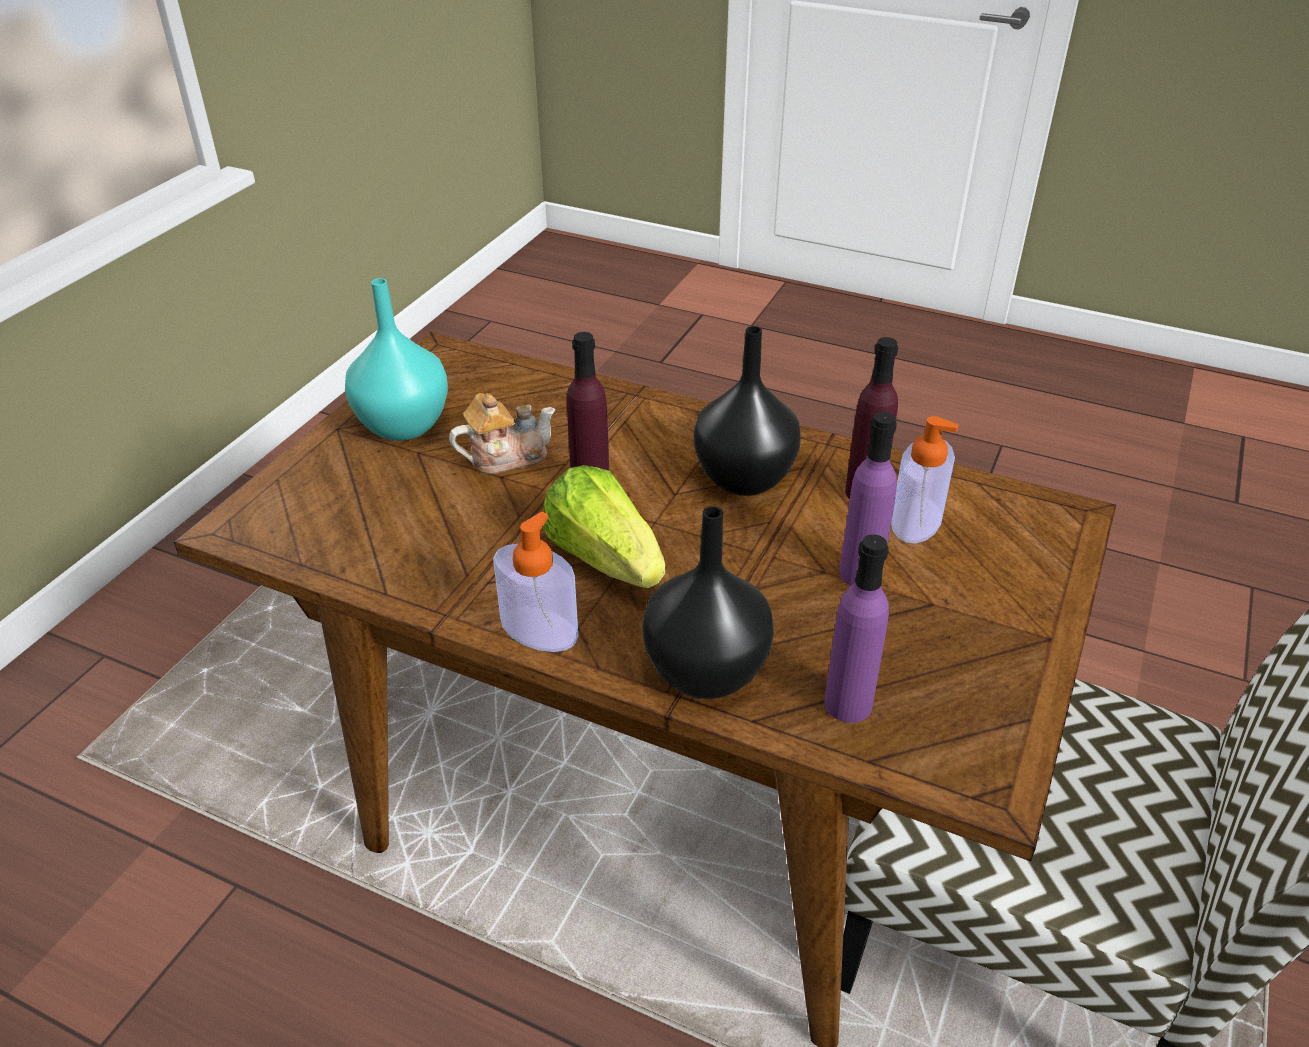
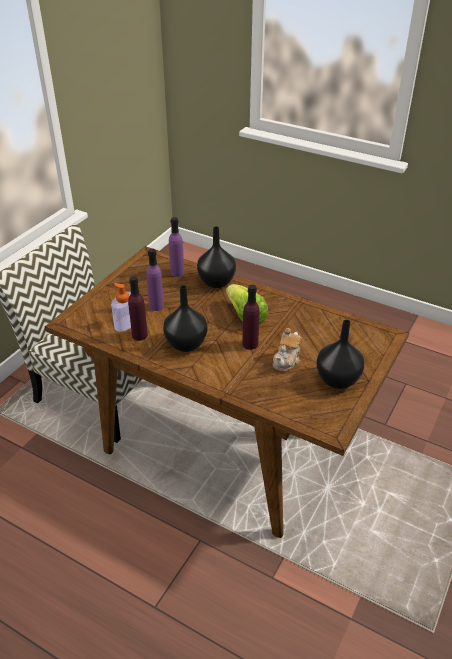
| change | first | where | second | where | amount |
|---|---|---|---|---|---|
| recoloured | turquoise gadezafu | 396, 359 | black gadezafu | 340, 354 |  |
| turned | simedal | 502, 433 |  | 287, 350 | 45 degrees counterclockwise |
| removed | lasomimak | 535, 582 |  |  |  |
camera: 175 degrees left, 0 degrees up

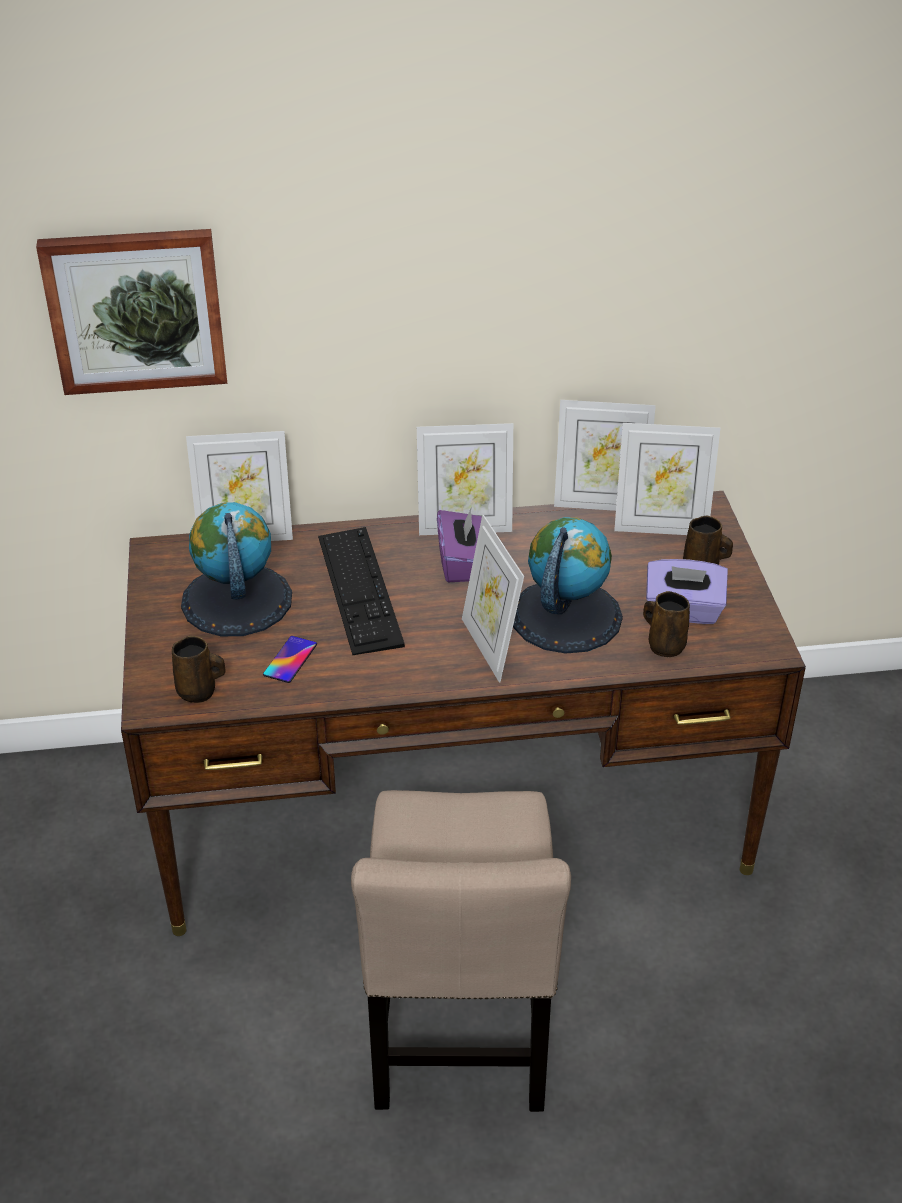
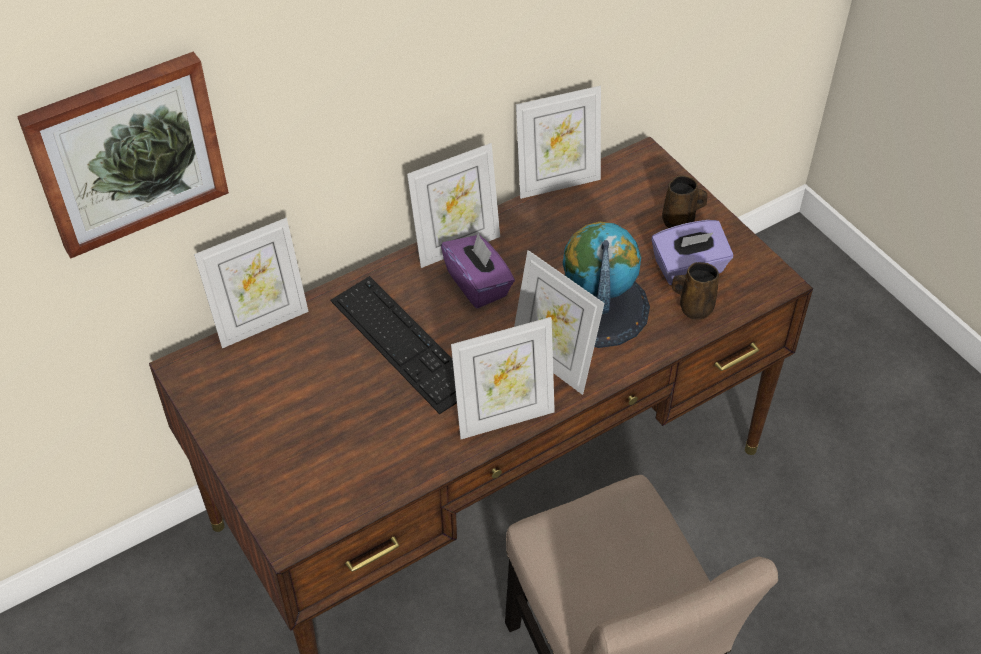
| change | first | where | second | where | amount |
|---|---|---|---|---|---|
| removed | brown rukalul | 199, 669 |  |  |  |
| removed | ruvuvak | 236, 569 |  |  |  |
| removed | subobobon | 290, 659 |  |  |  |
| moved | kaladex | 667, 479 |  | 503, 378 |  |
camera: 25 degrees left, 10 degrees up

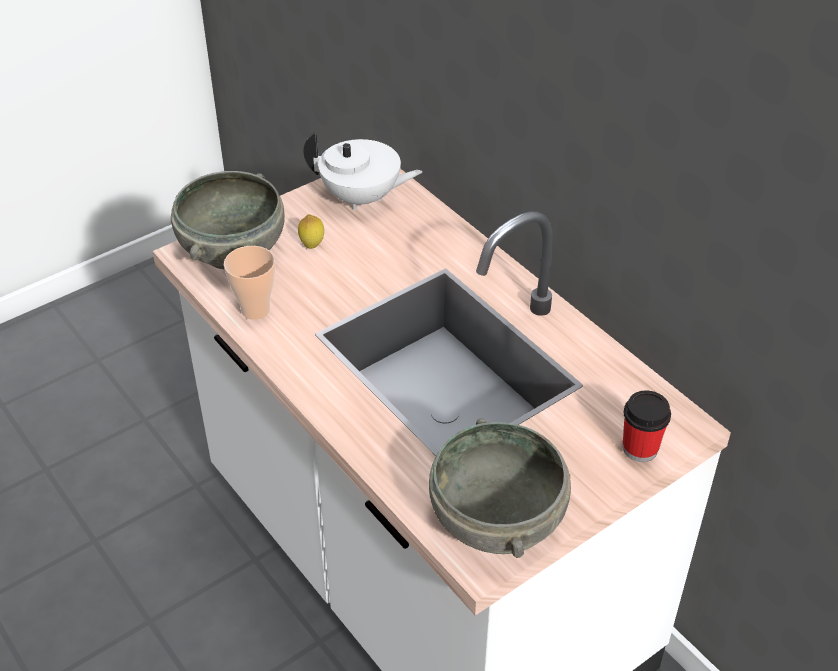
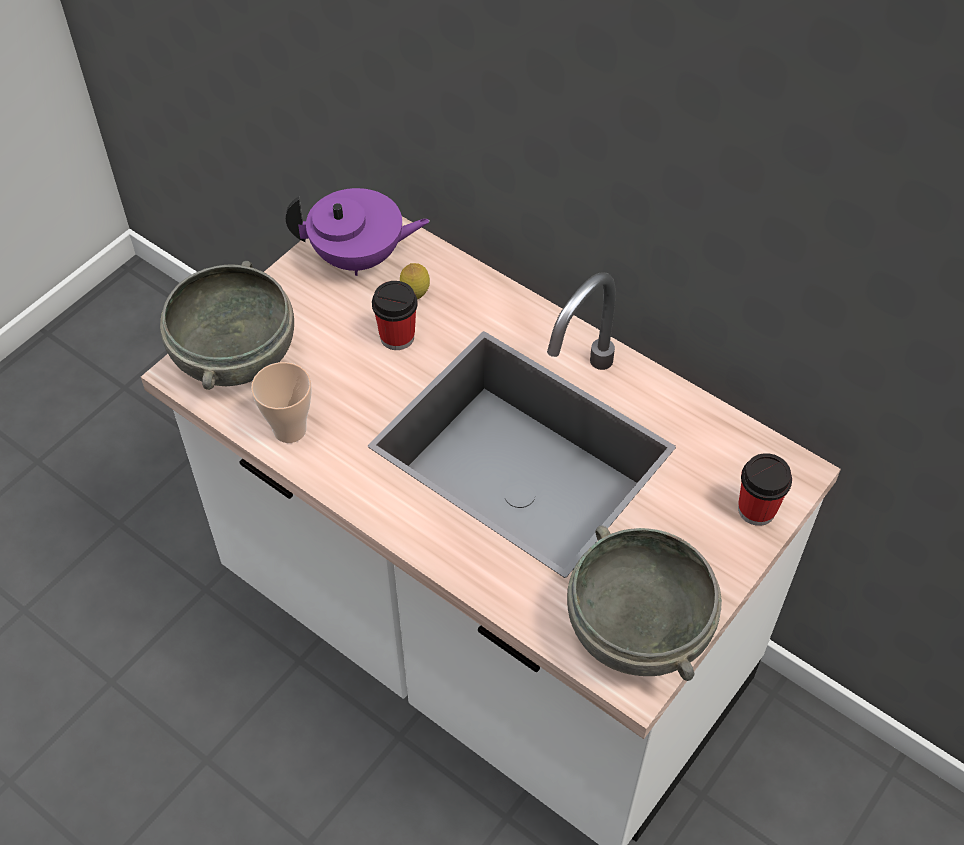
| change | first | where | second | where | amount |
|---|---|---|---|---|---|
| moved | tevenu | 311, 231 |  | 415, 281 |  |
| recoloured | white simedal | 363, 171 | purple simedal | 358, 232 |  |
| added |  |  | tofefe | 395, 315 |  |
camera: 15 degrees left, 10 degrees up

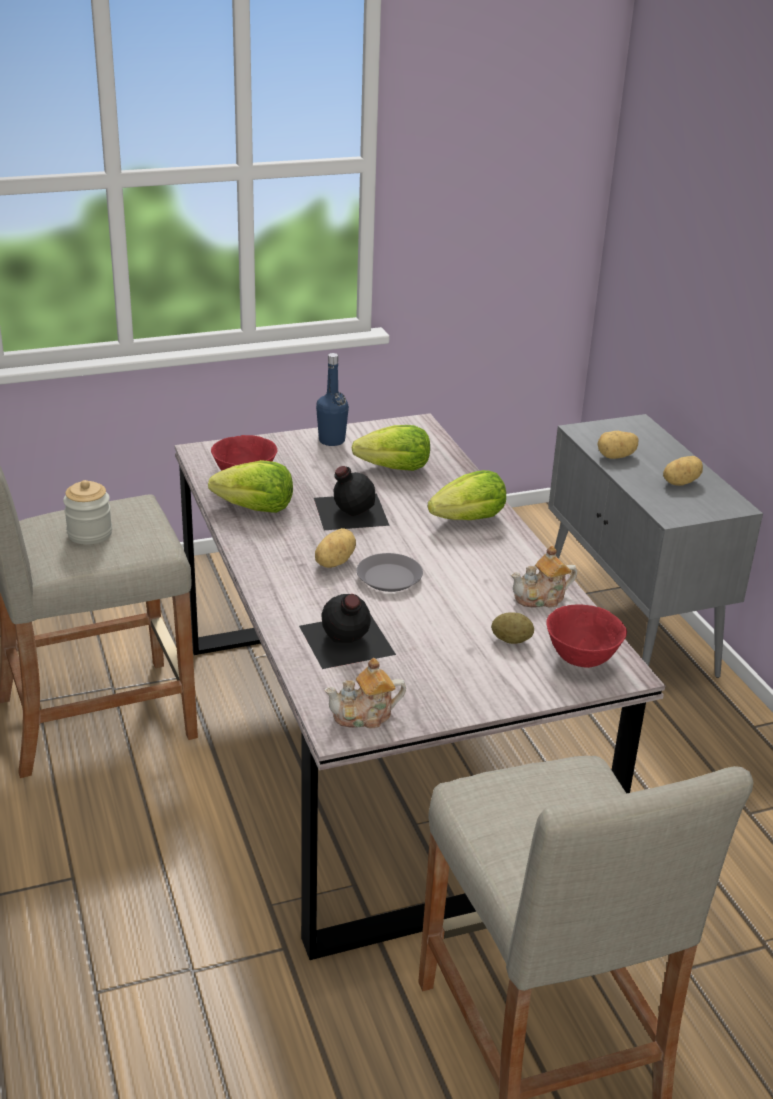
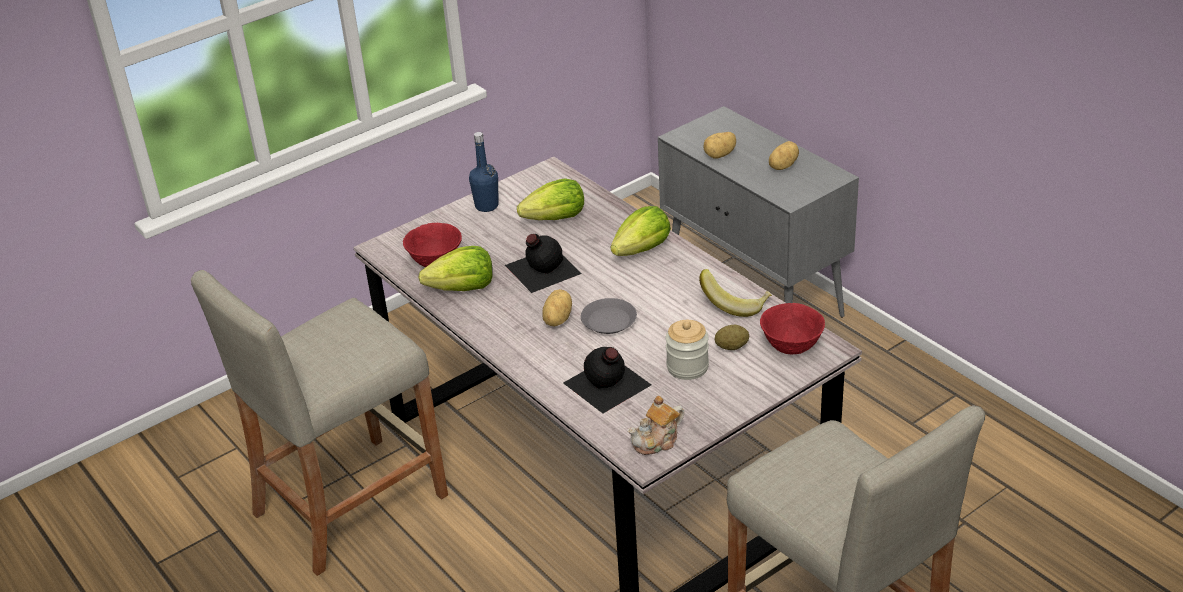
| change | first | where | second | where | amount |
|---|---|---|---|---|---|
| moved | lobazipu | 87, 512 |  | 687, 350 |  |
| replaced | simedal | 544, 577 | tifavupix | 735, 293 |  |
camera: 15 degrees left, 5 degrees up

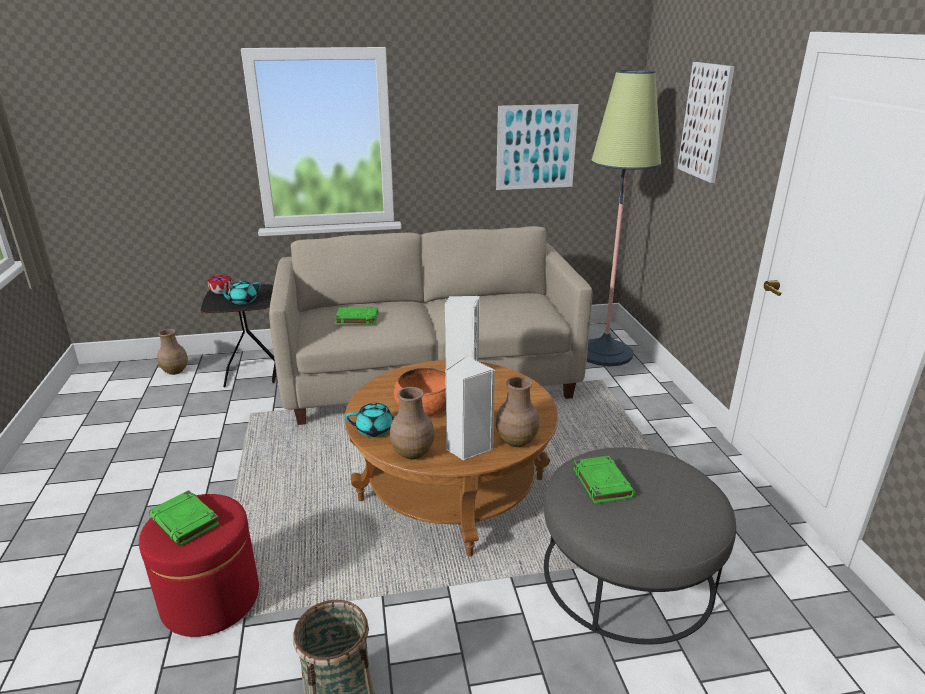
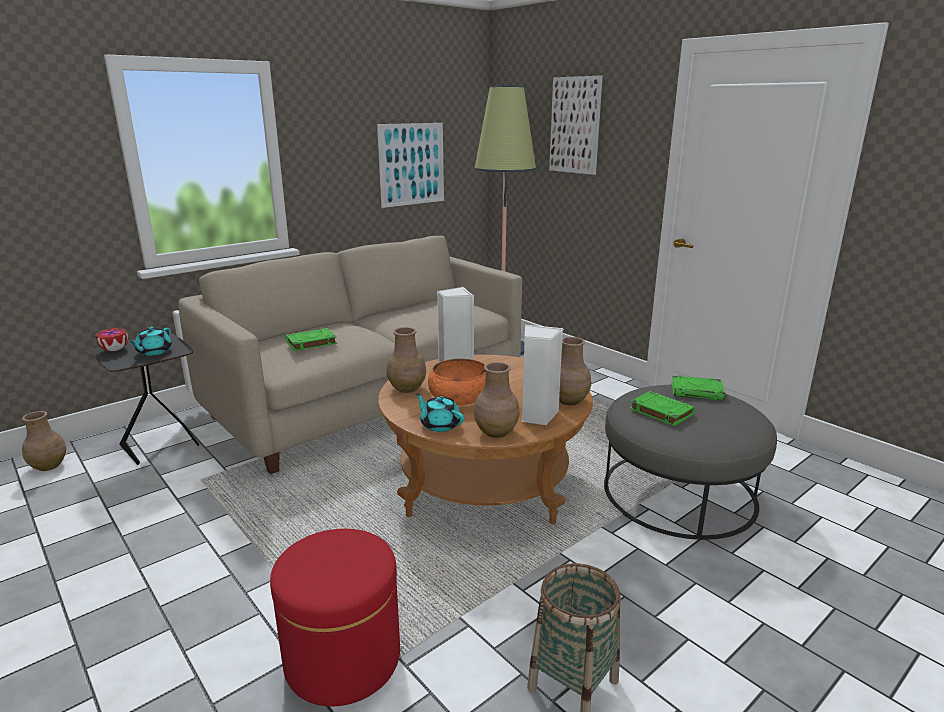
| change | first | where | second | where | amount |
|---|---|---|---|---|---|
| moved | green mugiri | 184, 518 |  | 699, 388 |  |
| turned | turquoise simedal | 370, 420 |  | 439, 413 | 105 degrees counterclockwise |
| added |  |  | brown gadezafu | 406, 360 |  |
camera: 30 degrees left, 5 degrees down

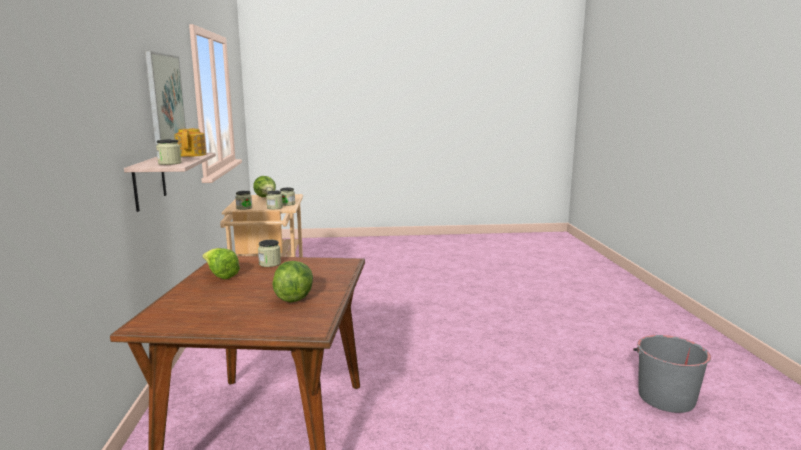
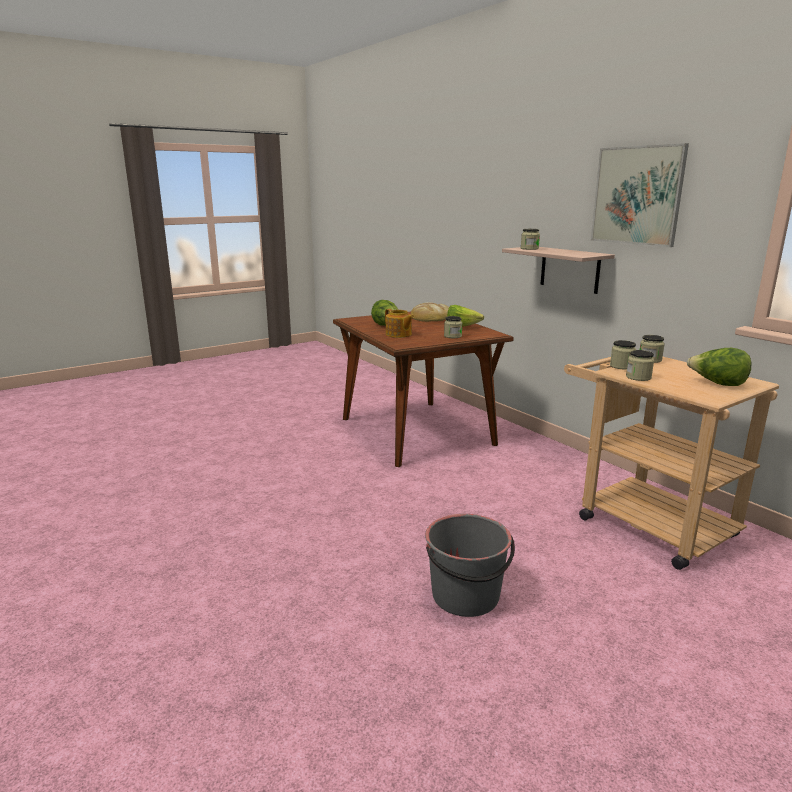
| change | first | where | second | where | amount |
|---|---|---|---|---|---|
| moved | simedal | 190, 142 |  | 399, 323 |  |
| moved | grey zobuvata | 672, 374 |  | 470, 565 |  |
| added |  |  | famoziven | 430, 312 |  |
camera: 150 degrees right, 5 degrees up

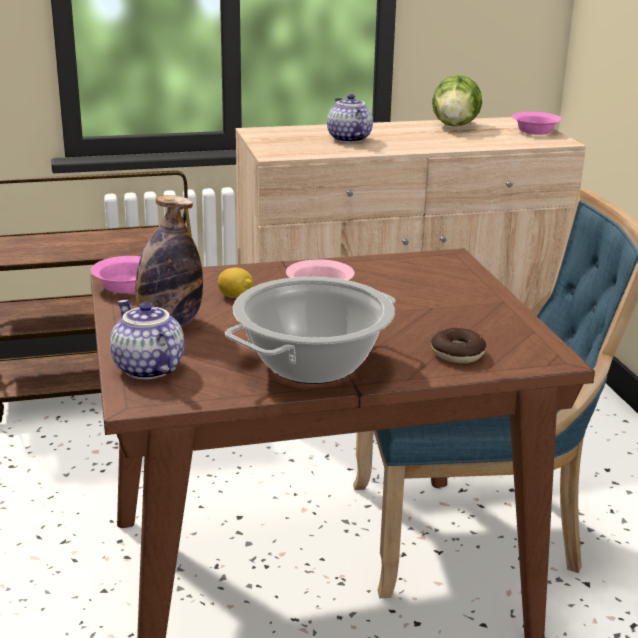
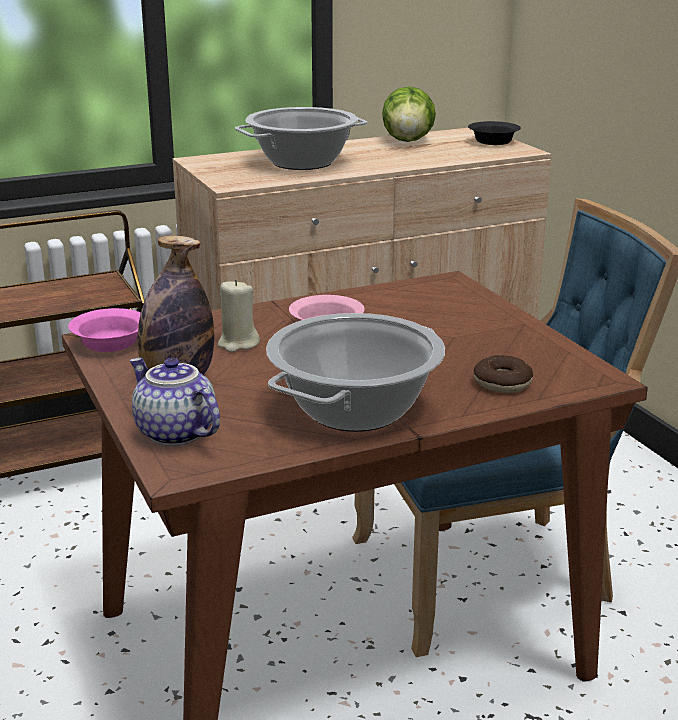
| change | first | where | second | where | amount |
|---|---|---|---|---|---|
| replaced | tevenu | 235, 282 | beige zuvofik | 239, 316 |  |
| replaced | simedal | 350, 118 | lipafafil | 301, 138 |  |
| recoloured | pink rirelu | 537, 123 | black rirelu | 494, 133 |  |
camera: 10 degrees left, 0 degrees up

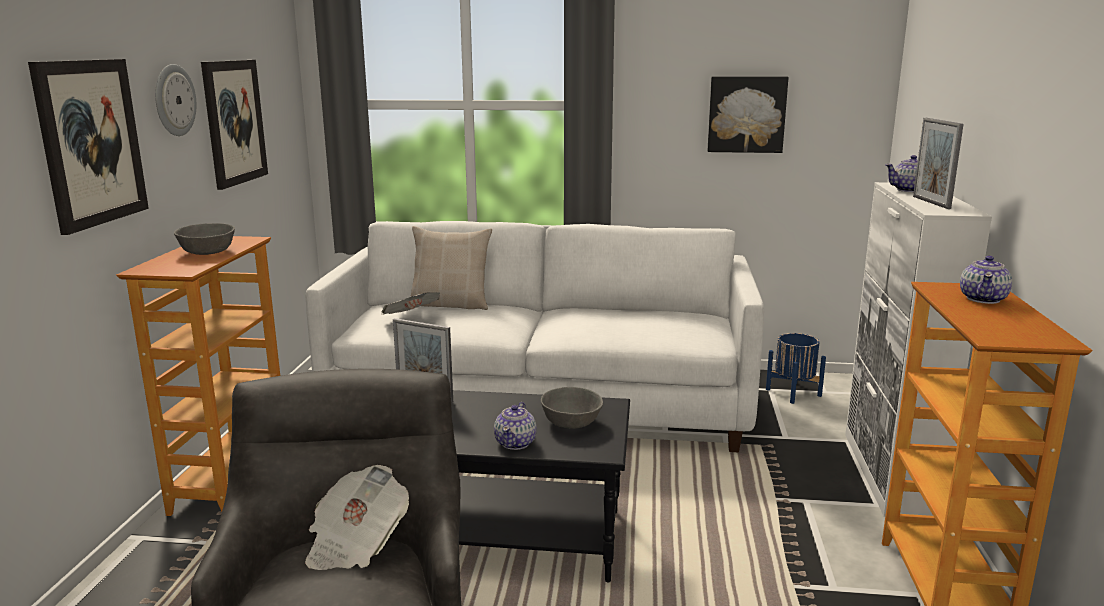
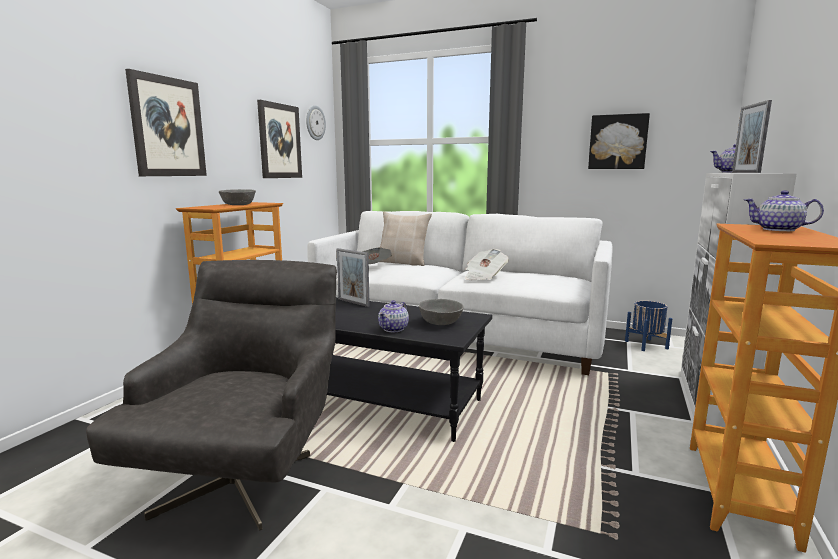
| change | first | where | second | where | amount |
|---|---|---|---|---|---|
| moved | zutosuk | 175, 100 |  | 316, 122 |  |
| moved | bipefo | 357, 517 |  | 487, 264 |  |
| turned | simedal | 986, 280 |  | 784, 210 | 75 degrees clockwise |
camera: 15 degrees right, 5 degrees down

